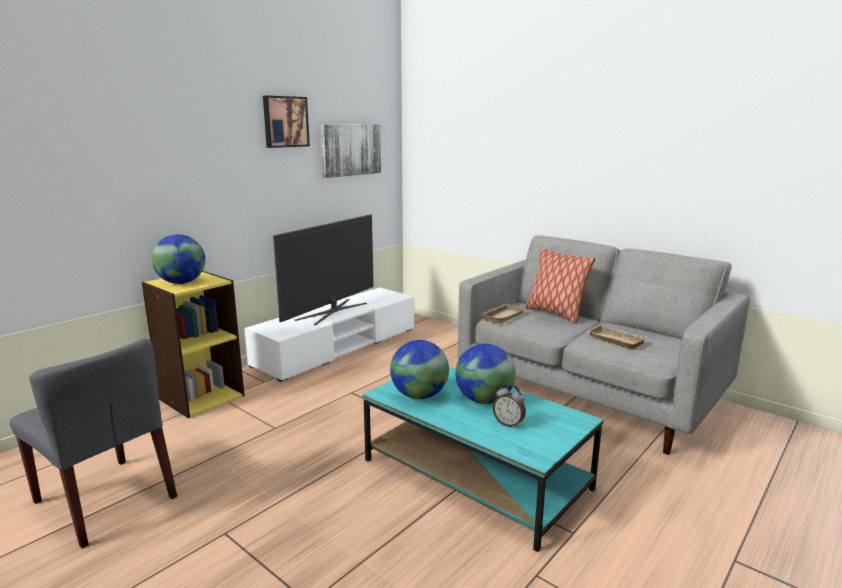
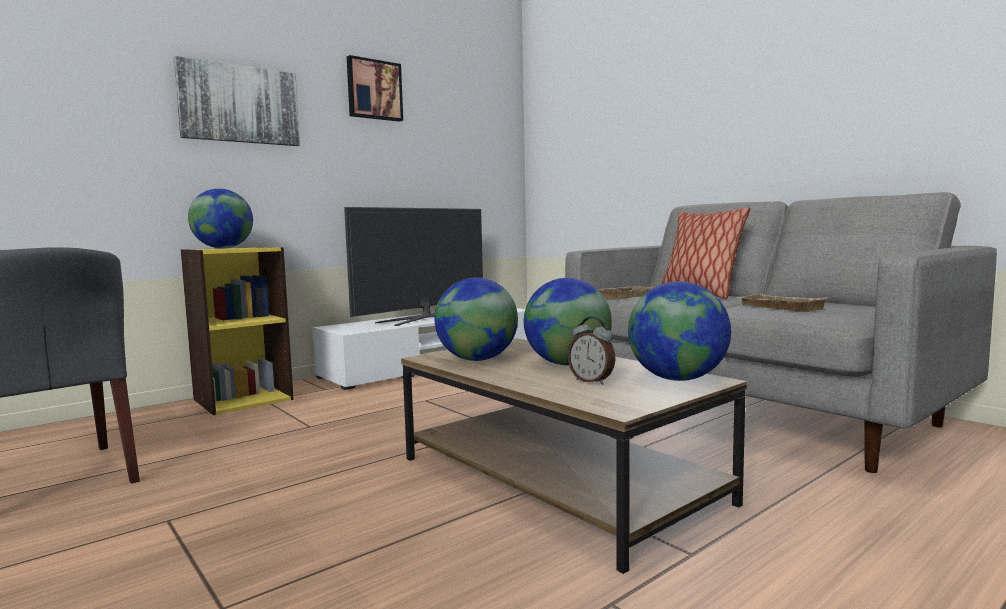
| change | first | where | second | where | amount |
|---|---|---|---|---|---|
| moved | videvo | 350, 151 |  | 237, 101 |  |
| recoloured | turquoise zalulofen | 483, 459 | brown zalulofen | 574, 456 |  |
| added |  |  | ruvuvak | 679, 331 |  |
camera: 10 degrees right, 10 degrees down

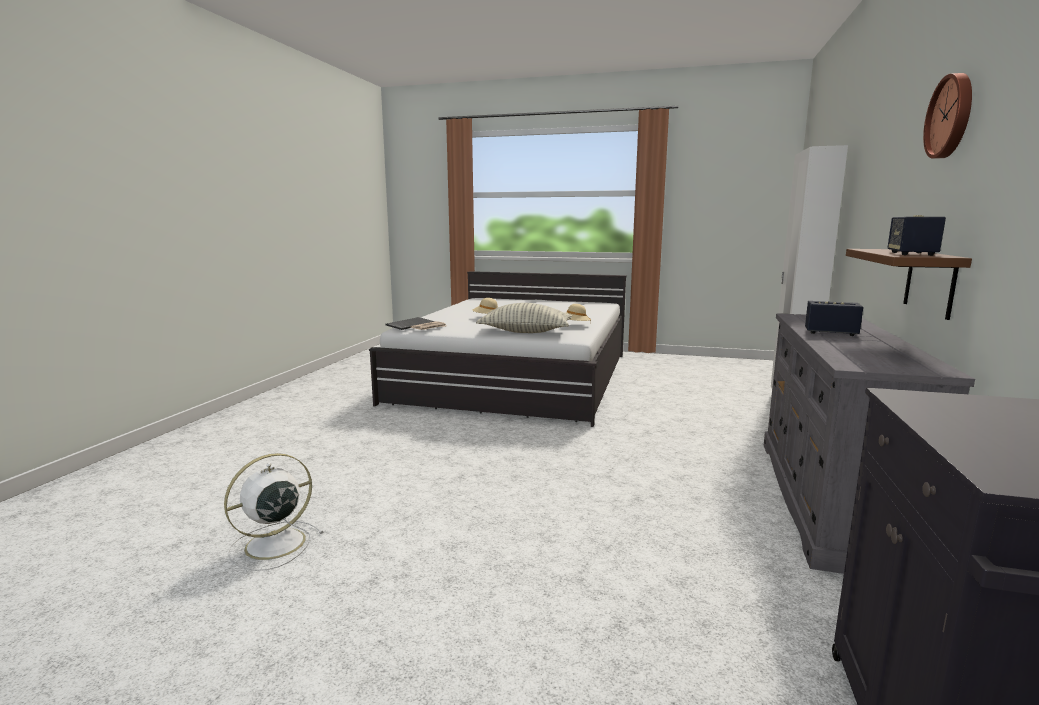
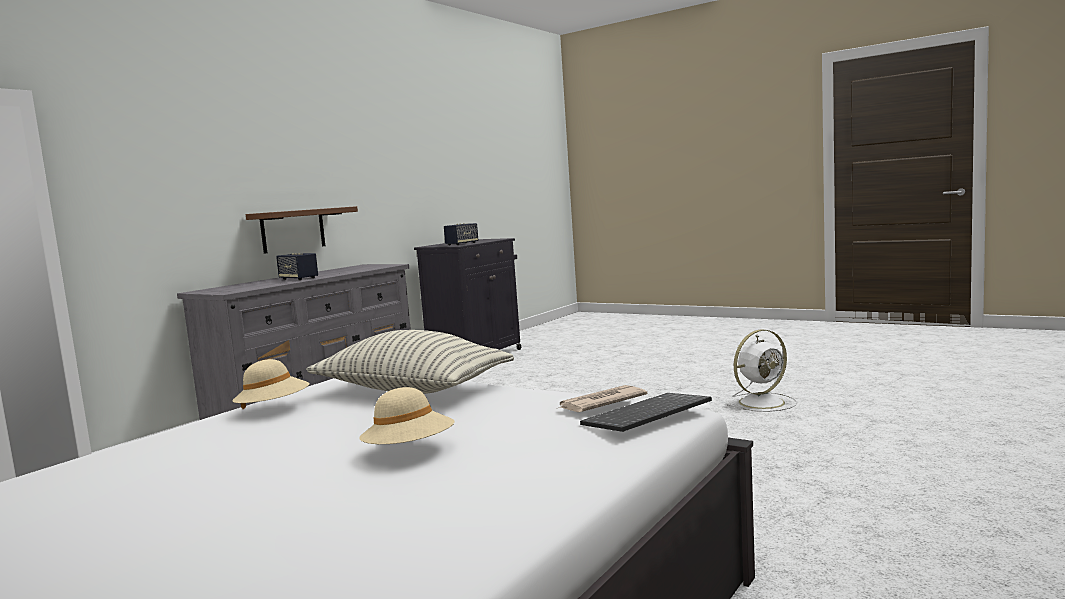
| change | first | where | second | where | amount |
|---|---|---|---|---|---|
| moved | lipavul | 916, 235 |  | 461, 234 |  |
| removed | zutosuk | 947, 116 |  |  |  |
camera: 160 degrees left, 5 degrees down

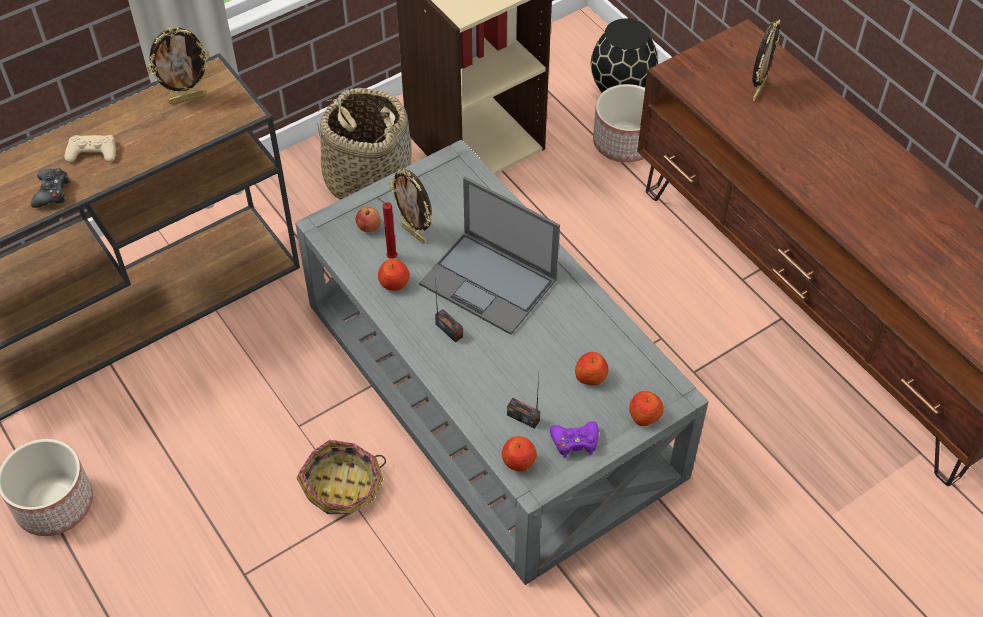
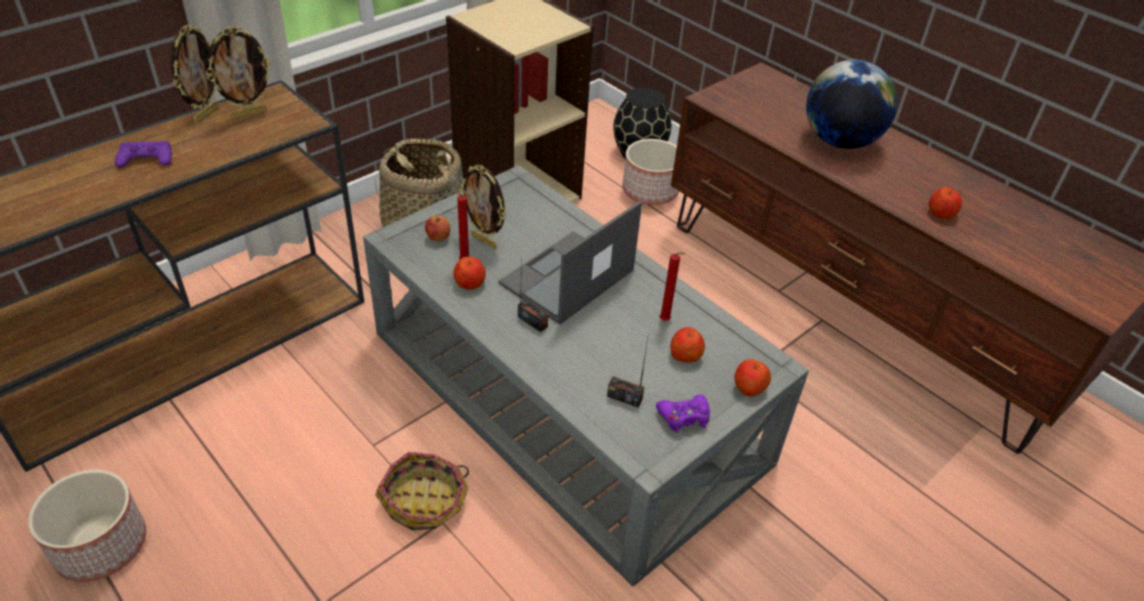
| change | first | where | second | where | amount |
|---|---|---|---|---|---|
| removed | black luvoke | 51, 188 |  |  |  |
| recoloured | beige luvoke | 90, 148 | purple luvoke | 143, 154 |  |
| turned | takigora | 489, 256 |  | 570, 262 | 105 degrees clockwise |
| moved | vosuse | 519, 453 |  | 945, 203 |  |
| moved | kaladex | 766, 60 |  | 195, 73 |  |
| added |  |  | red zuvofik | 672, 286 |  |
| added |  |  | ruvuvak | 852, 104 |  |
camera: 10 degrees left, 10 degrees down

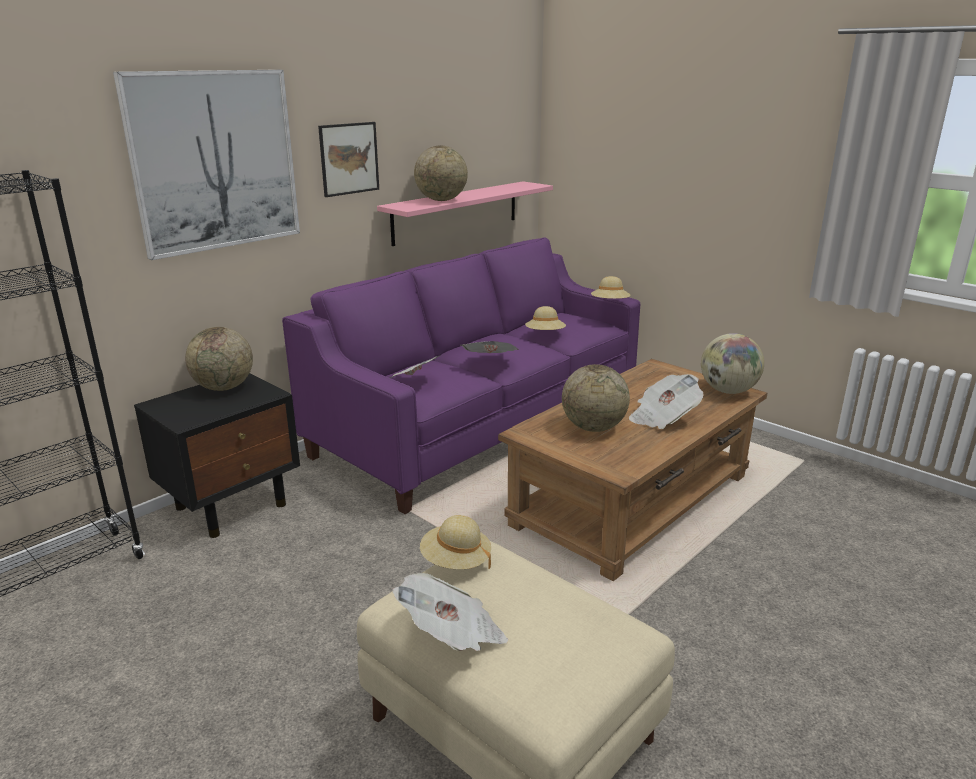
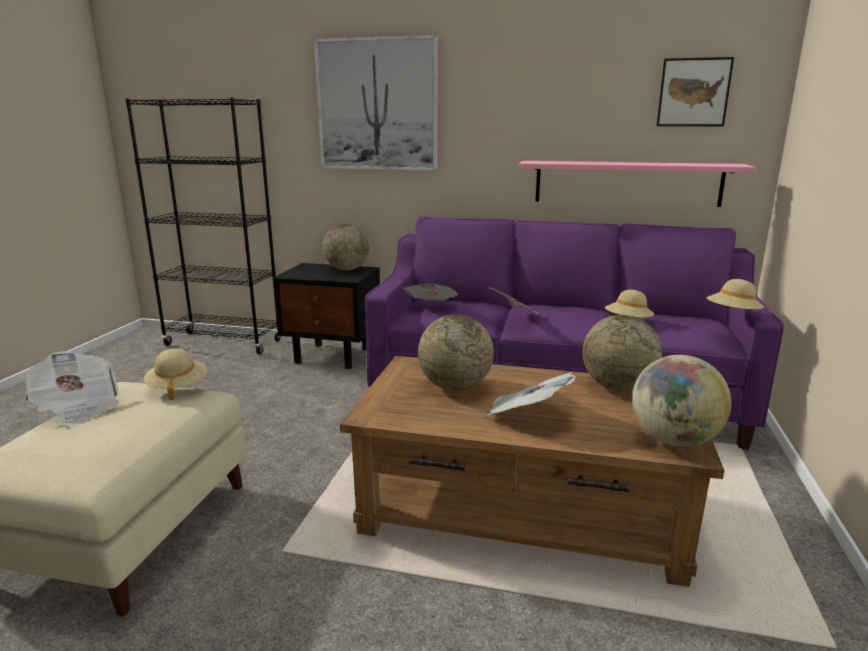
| change | first | where | second | where | amount |
|---|---|---|---|---|---|
| moved | videvo | 348, 159 |  | 695, 91 |  |
| moved | ruvuvak | 441, 173 |  | 622, 353 |  |
camera: 60 degrees right, 5 degrees down

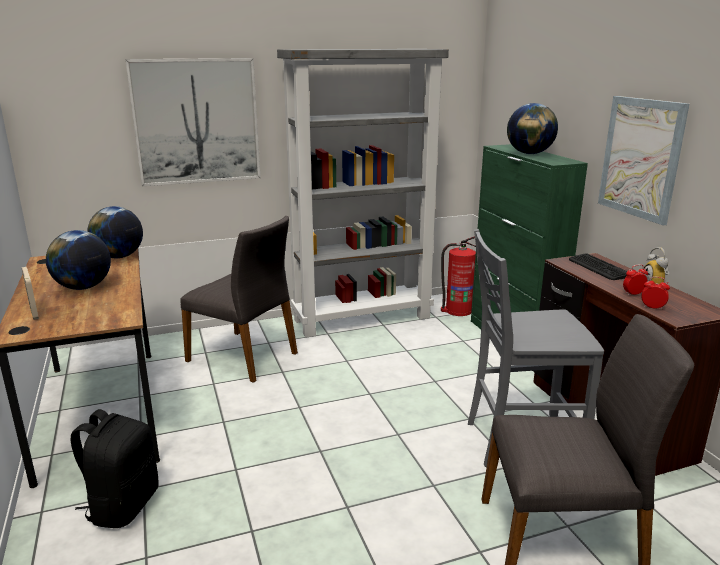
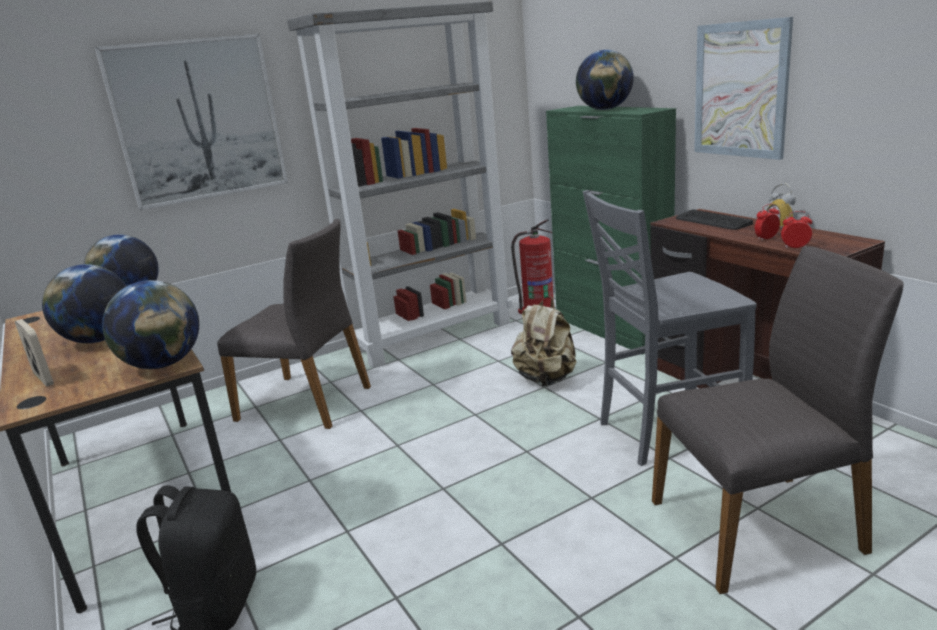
| change | first | where | second | where | amount |
|---|---|---|---|---|---|
| added |  |  | ruvuvak | 150, 324 |  |
| added |  |  | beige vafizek | 543, 341 |  |
camera: 10 degrees left, 0 degrees up

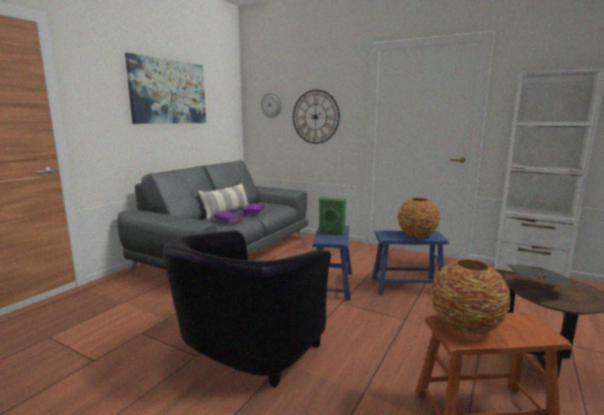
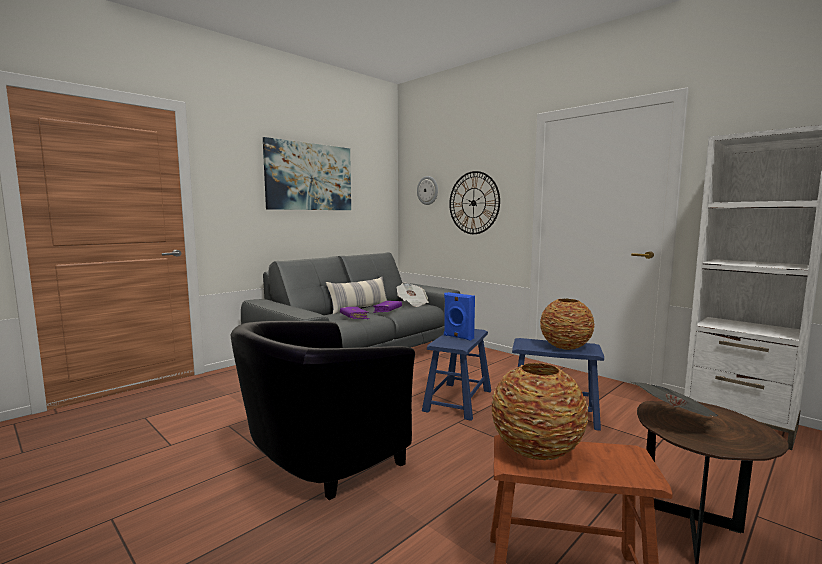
| change | first | where | second | where | amount |
|---|---|---|---|---|---|
| recoloured | green lipavul | 332, 216 | blue lipavul | 459, 316 |  |
| added |  |  | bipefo | 413, 295 |  |
camera: 15 degrees right, 5 degrees down

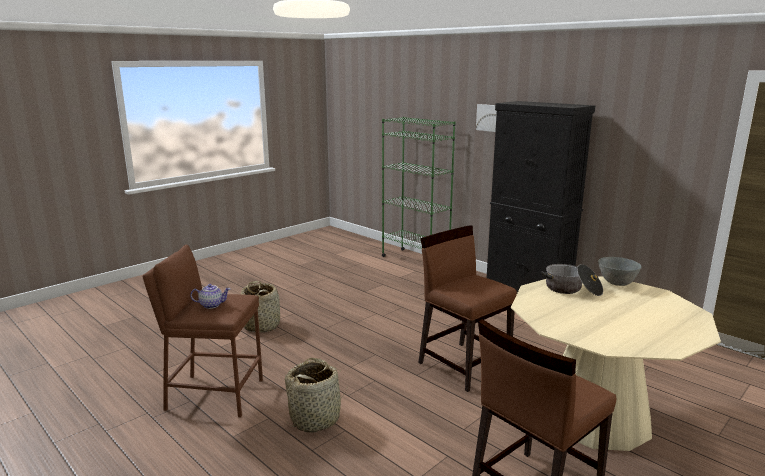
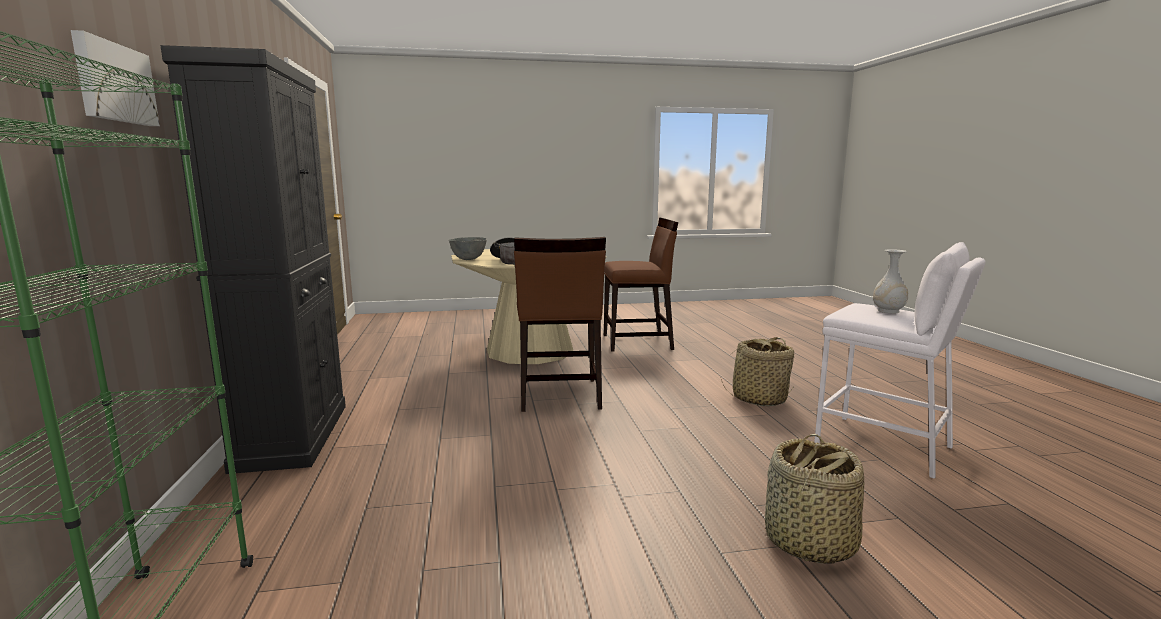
| change | first | where | second | where | amount |
|---|---|---|---|---|---|
| recoloured | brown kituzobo | 203, 331 | white kituzobo | 900, 360 |  |
| replaced | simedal | 210, 296 | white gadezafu | 890, 281 |  |
camera: 145 degrees left, 5 degrees down

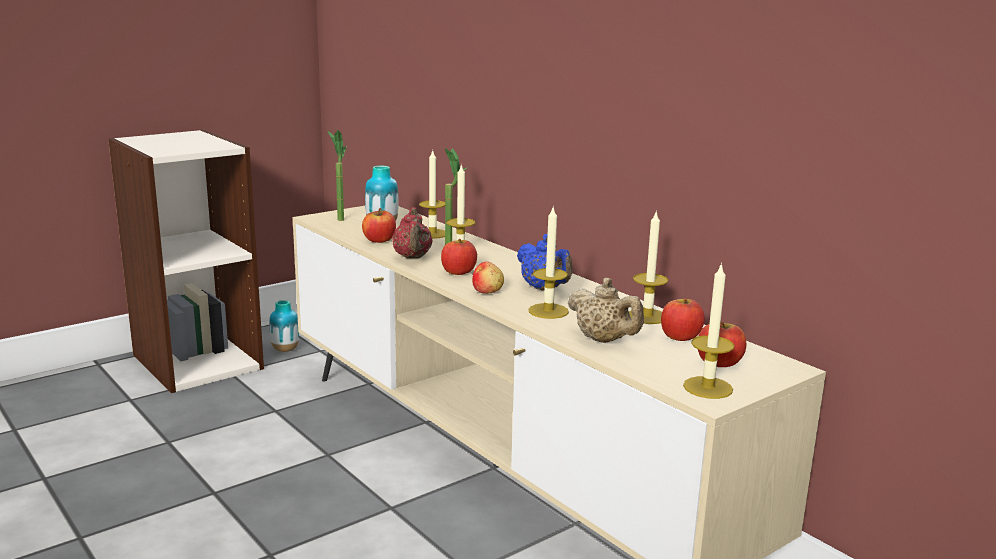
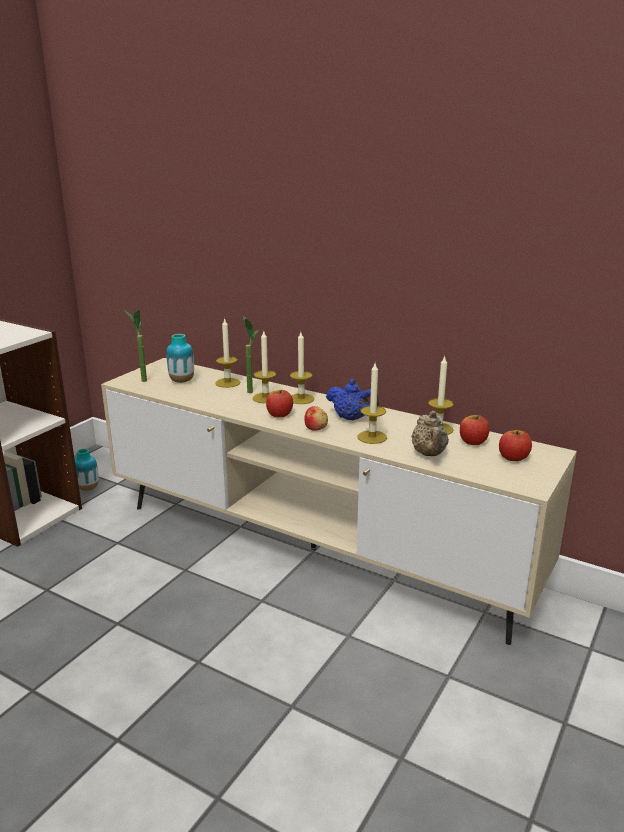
| change | first | where | second | where | amount |
|---|---|---|---|---|---|
| removed | vosuse | 379, 225 |  |  |  |
| removed | red simedal | 412, 233 |  |  |  |
| turned | beige simedal | 605, 310 |  | 430, 433 | 60 degrees clockwise |
| moved | zuvofik | 708, 330 |  | 302, 368 |  |
camera: 20 degrees left, 5 degrees up

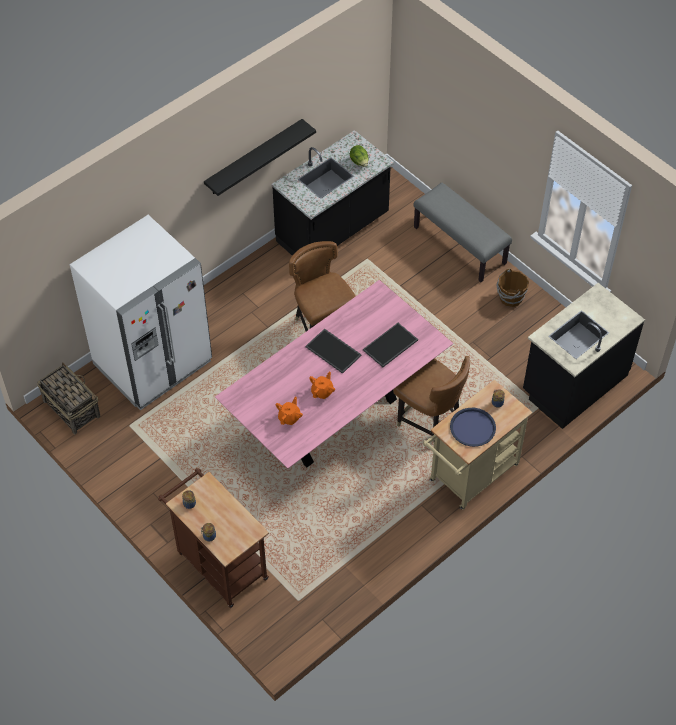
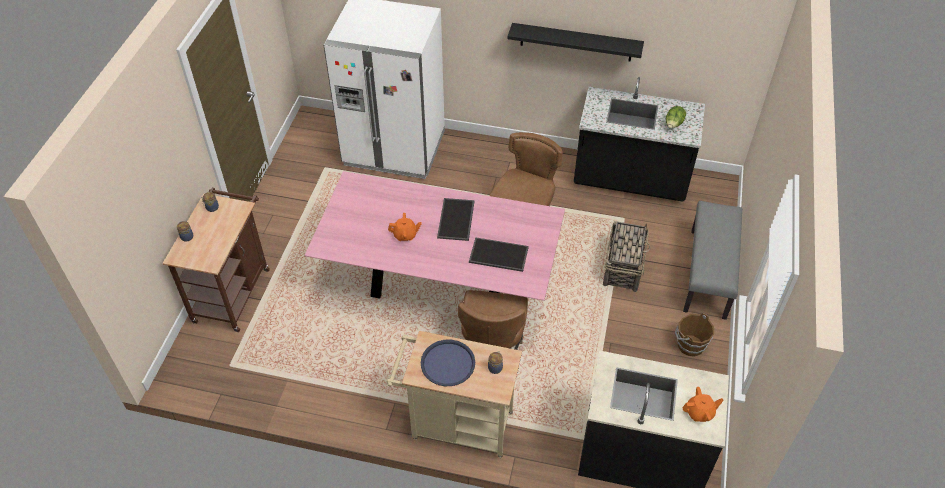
| change | first | where | second | where | amount |
|---|---|---|---|---|---|
| moved | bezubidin | 68, 398 |  | 626, 256 |  |
| moved | orange simedal | 289, 411 |  | 703, 404 |  |
camera: 55 degrees right, 5 degrees down

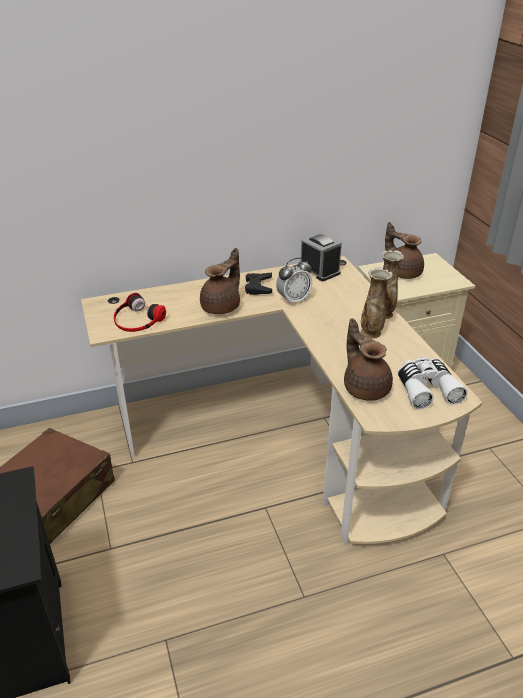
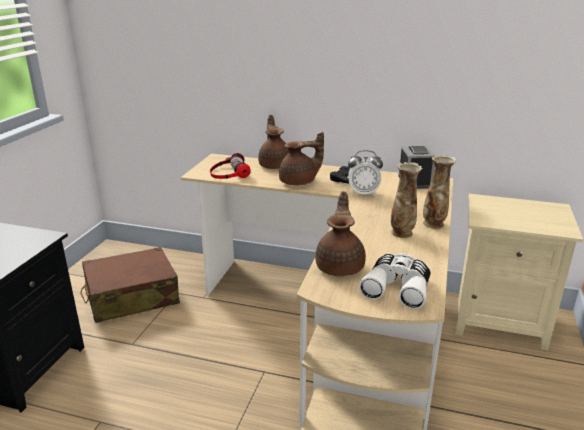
| change | first | where | second | where | amount |
|---|---|---|---|---|---|
| moved | brown simedal | 404, 250 |  | 273, 142 |  |
camera: 35 degrees right, 10 degrees down

